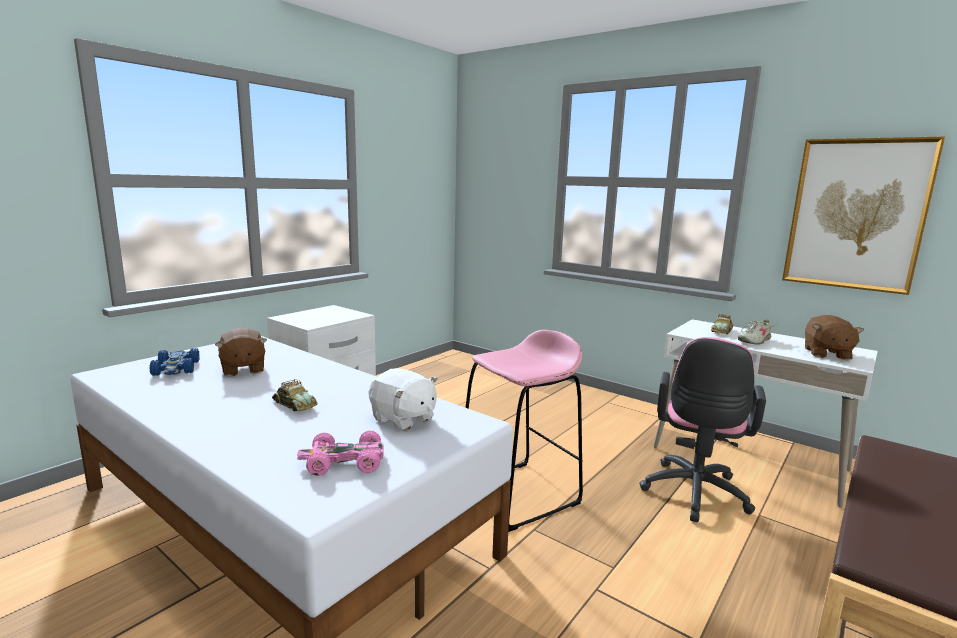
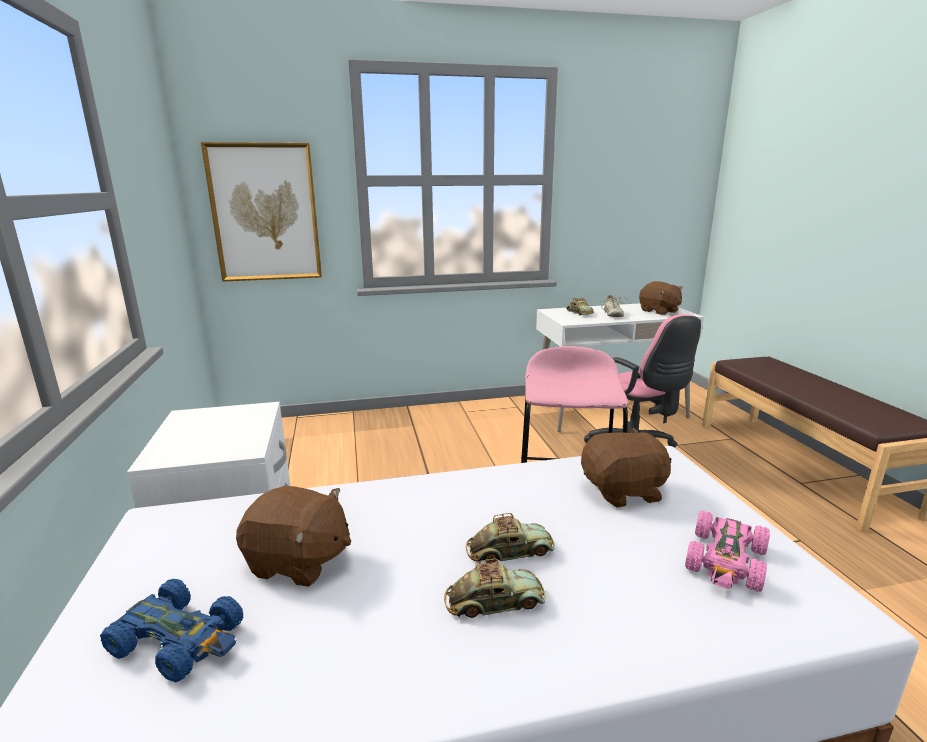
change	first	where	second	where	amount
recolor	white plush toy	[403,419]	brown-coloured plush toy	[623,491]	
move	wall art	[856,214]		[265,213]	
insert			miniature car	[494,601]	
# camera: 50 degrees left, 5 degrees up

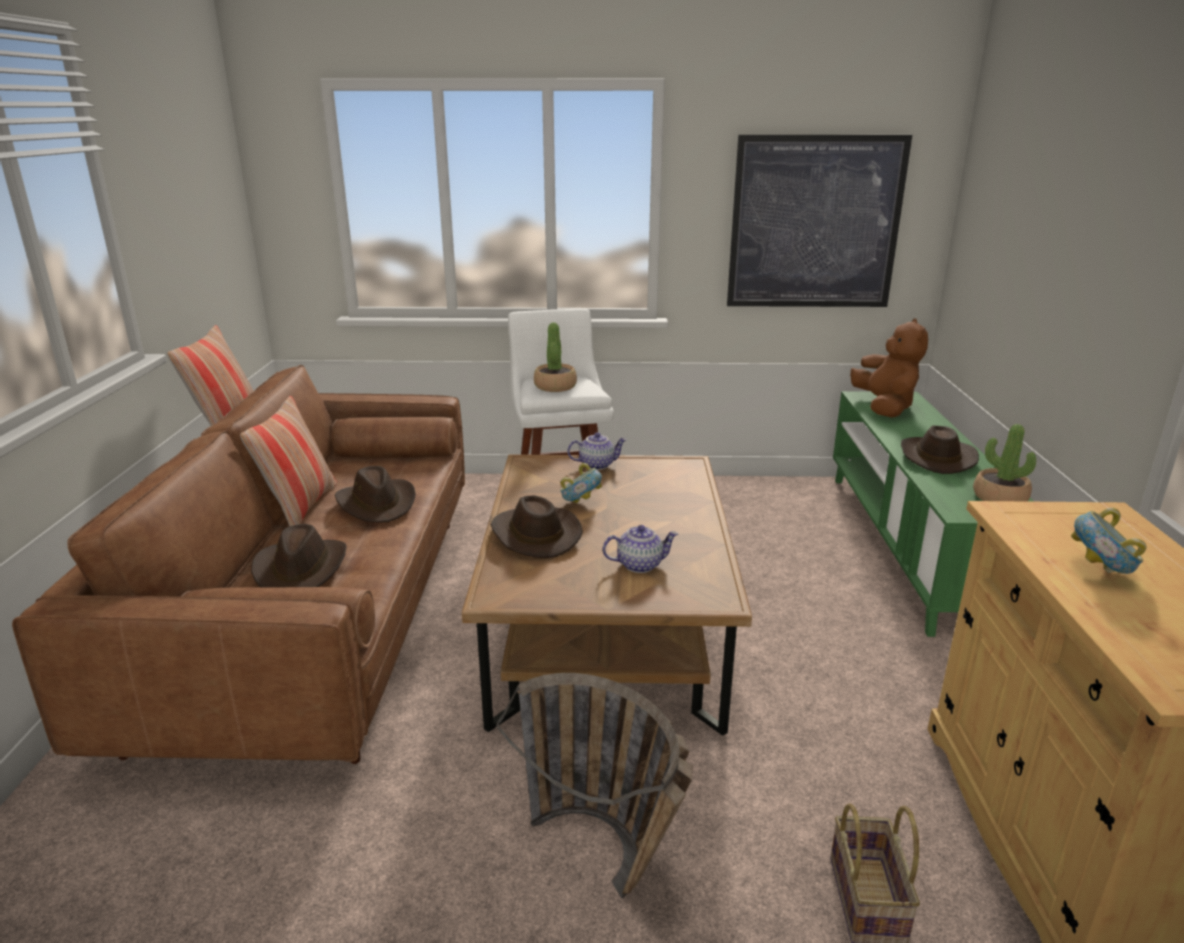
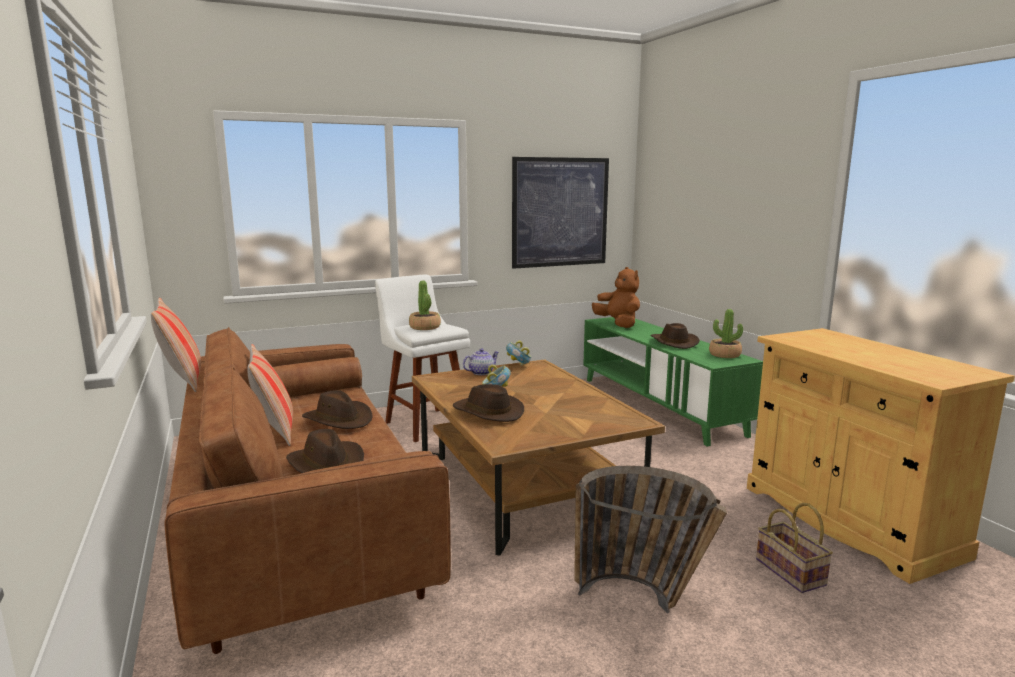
change	first	where	second	where	amount
delete	pot for tea	[640,564]			
move	bowl	[1100,571]		[518,365]	
# camera: 25 degrees left, 10 degrees down

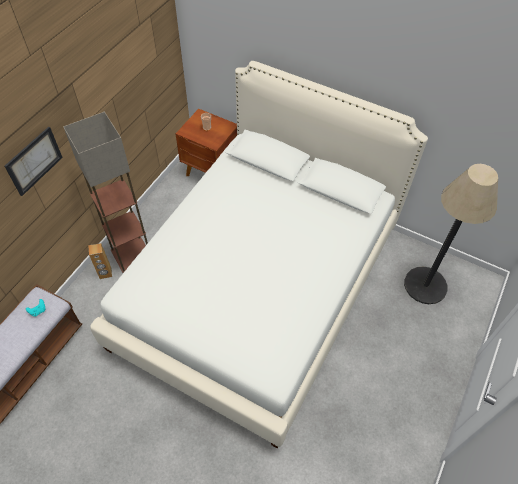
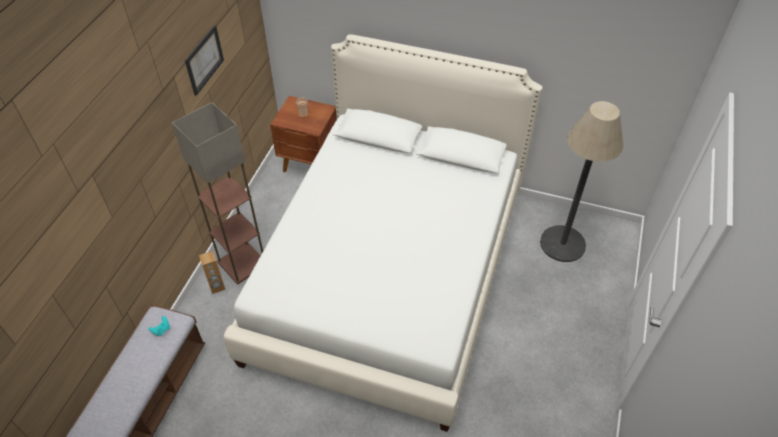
change	first	where	second	where	amount
move	wall art	[34,161]		[204,60]	
# camera: 10 degrees left, 5 degrees down

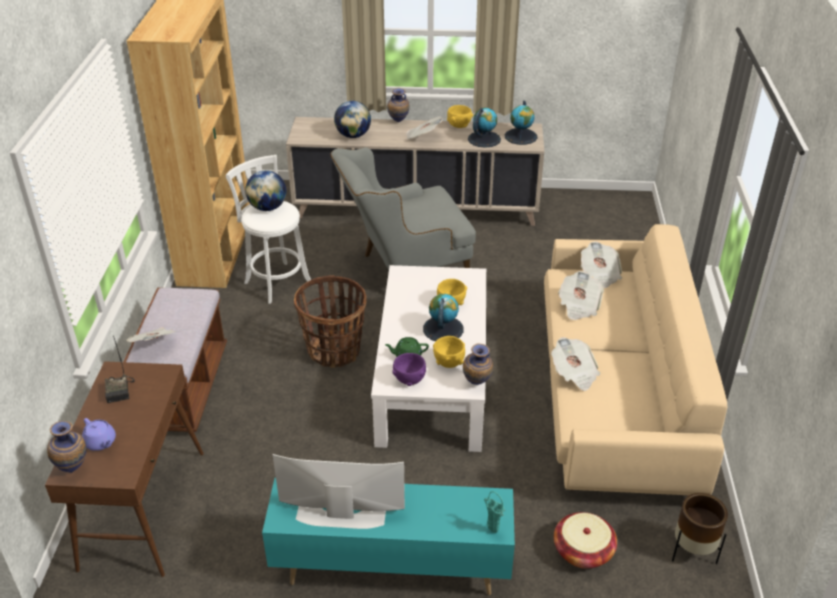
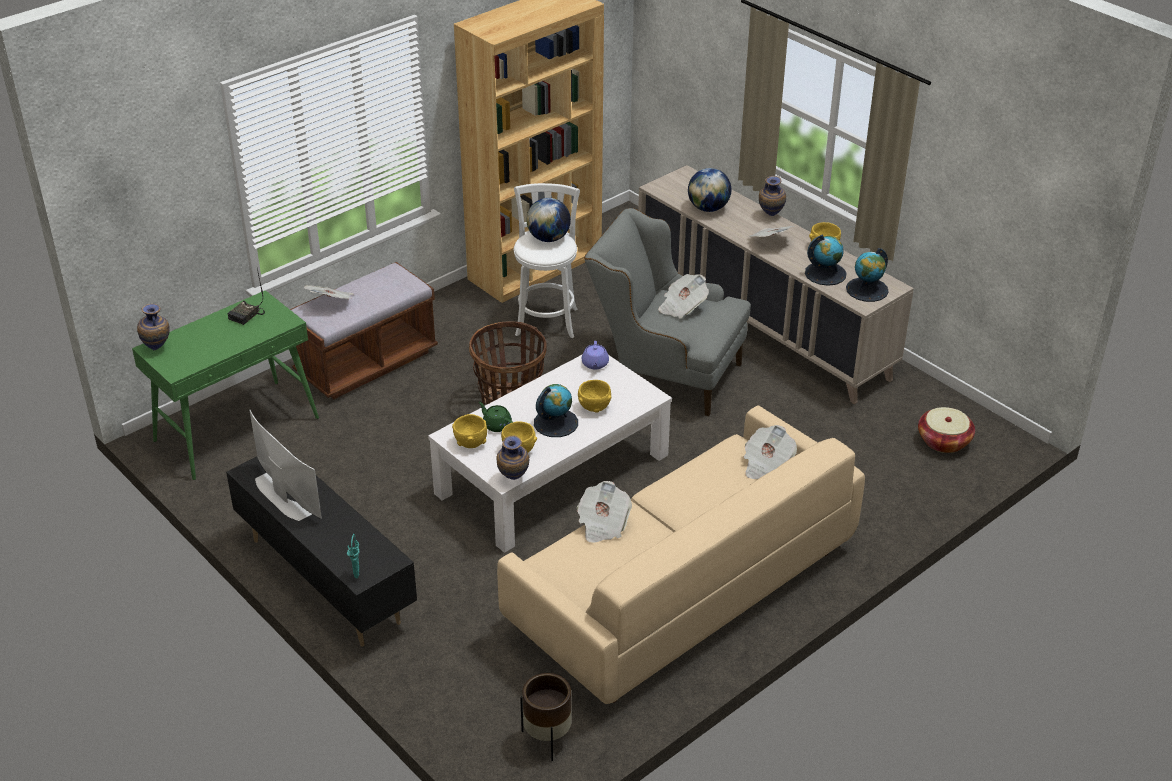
change	first	where	second	where	amount
recolor	brown-coloured hall table	[143,508]	green-coloured hall table	[237,429]	
move	purplish pot for tea	[100,442]		[595,364]	
recolor	turquoise-coloured tv stand	[391,568]	black tv stand	[326,580]	
recolor	purplish bowl	[409,379]	yellowish bowl	[470,443]	
move	storage basket	[583,551]		[943,441]	
move	daily paper	[579,306]		[682,307]	
# camera: 45 degrees right, 0 degrees up

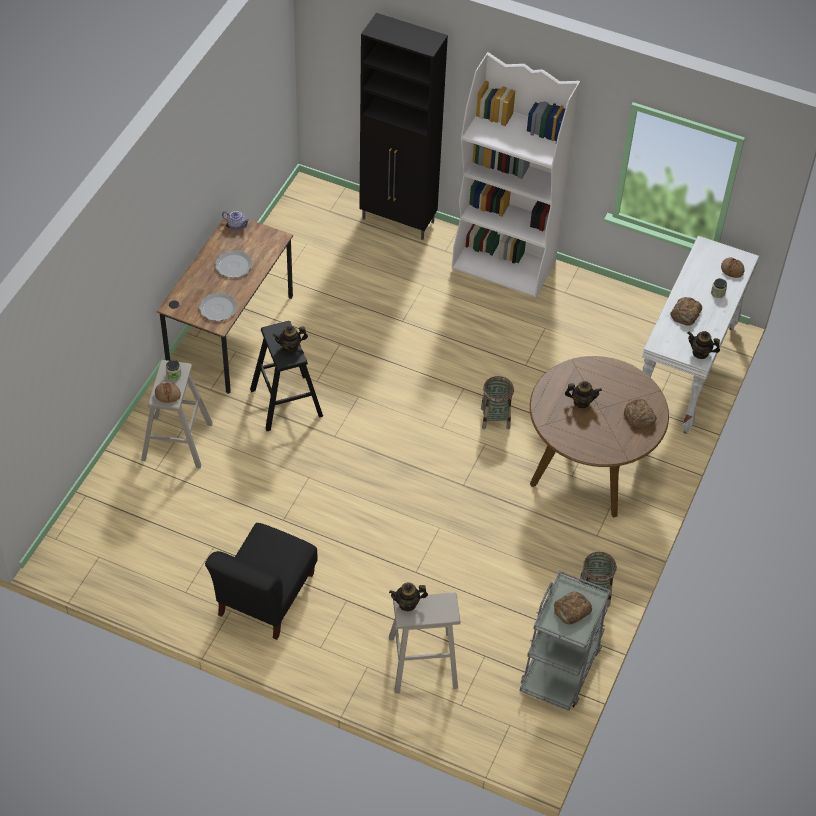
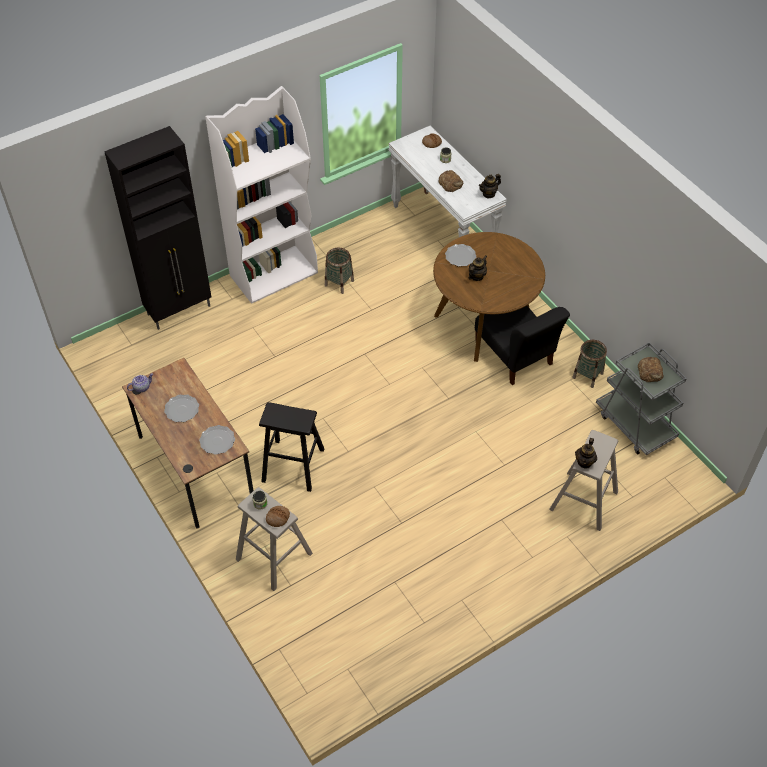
change	first	where	second	where	amount
move	black upright chair	[264,598]		[515,356]	
delete	pot for tea	[290,347]			
move	storage basket	[495,418]		[339,283]	
delete	baked bread	[639,416]			
insert			flat dish	[460,256]	
# camera: 55 degrees left, 0 degrees up

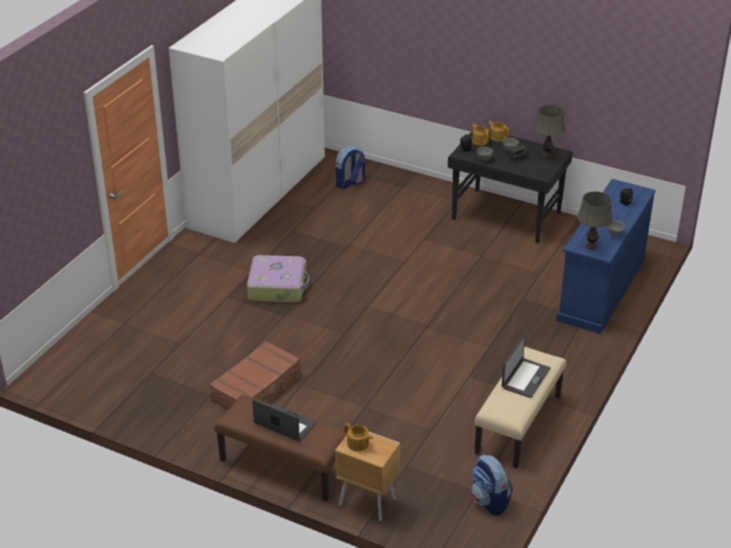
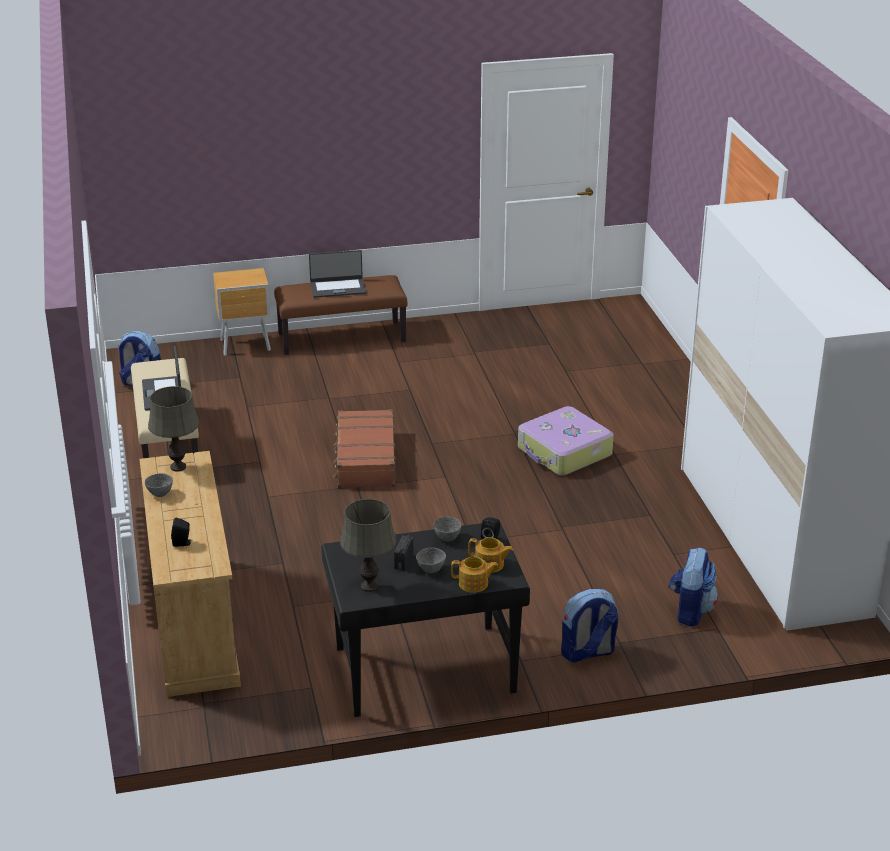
change	first	where	second	where	amount
move	brown-coloured piece of luggage	[257,388]		[365,460]	
delete	pot for tea	[358,444]			
recolor	blue dresser	[601,289]	sand-coloured dresser	[193,622]	
insert			backpack	[587,653]	
# camera: 140 degrees right, 5 degrees down

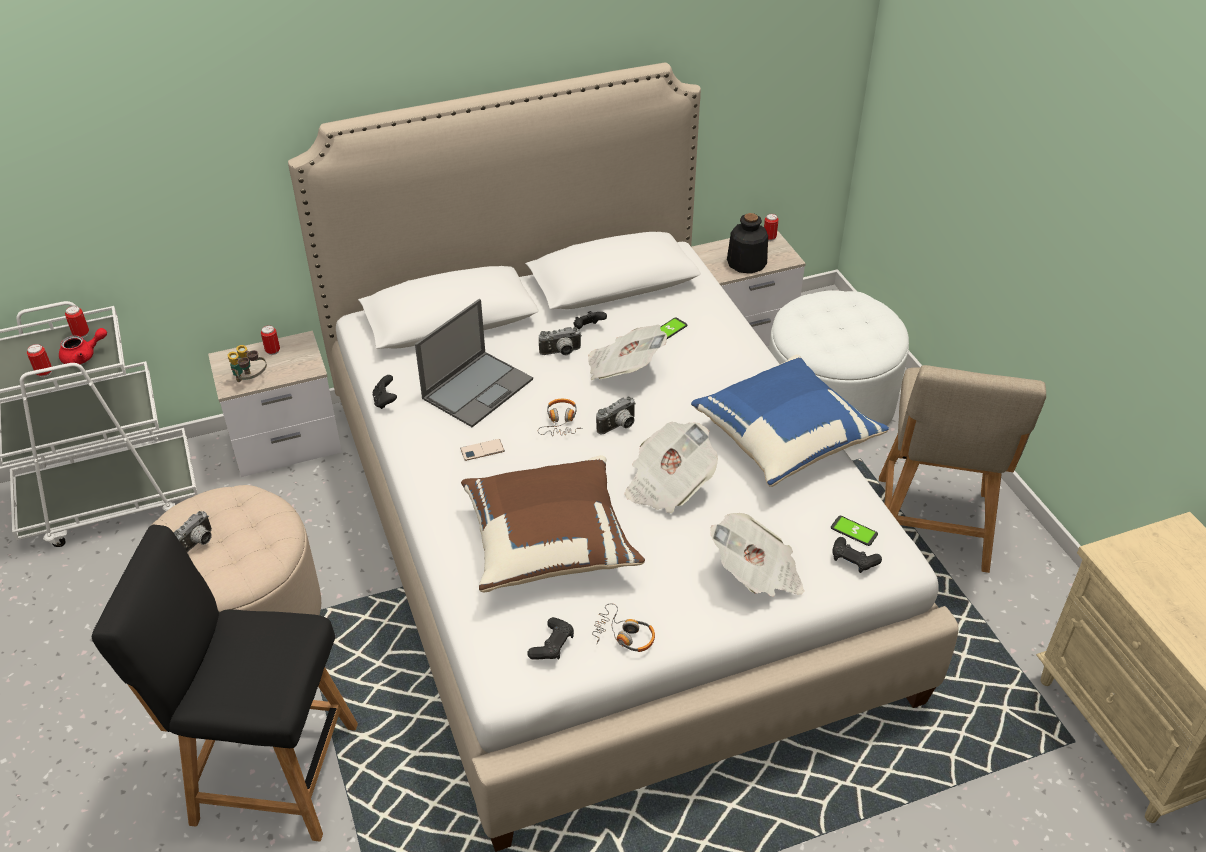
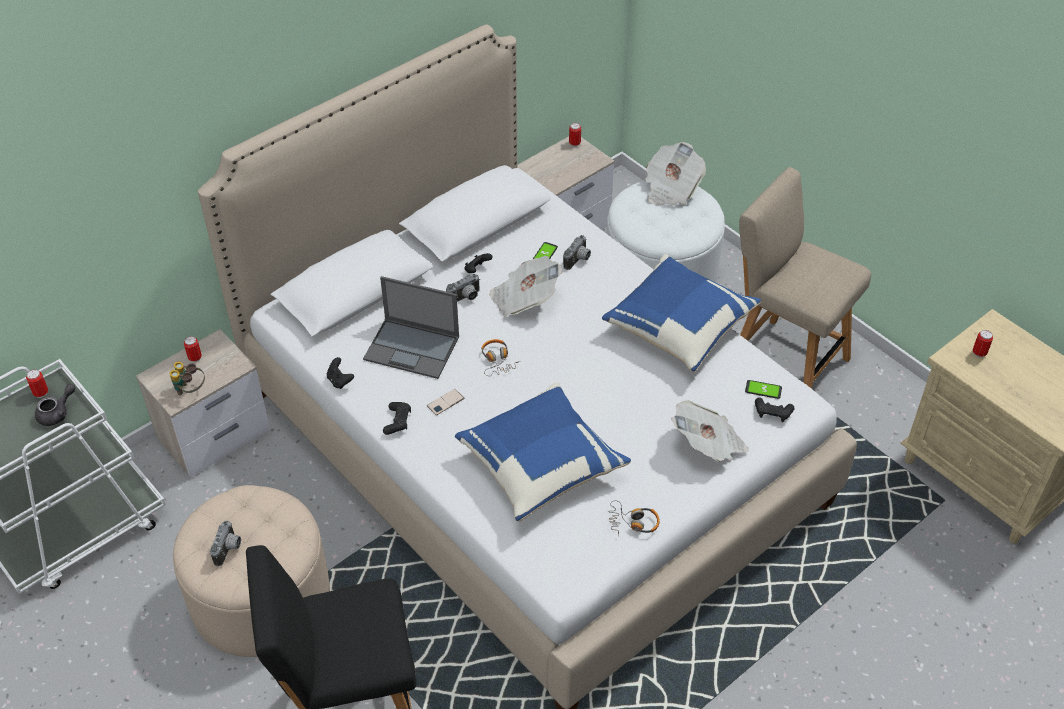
change	first	where	second	where	amount
move	metal can	[44,373]		[979,353]	
recolor	red-coloured pot for tea	[84,356]	greyish pot for tea	[57,413]	
rotate	notebook computer	[478,388]		[413,348]	90 degrees clockwise
recolor	brown-coloured pillow	[549,542]	blue pillow	[540,465]	
move	black game controller	[552,645]		[397,421]	
move	still camera	[619,427]		[578,260]	
move	daily paper	[668,484]		[671,188]	
delete	drink bottle	[746,263]			
rotate	sand-coloured upright chair	[931,529]		[782,362]	135 degrees clockwise
# camera: 20 degrees left, 5 degrees up

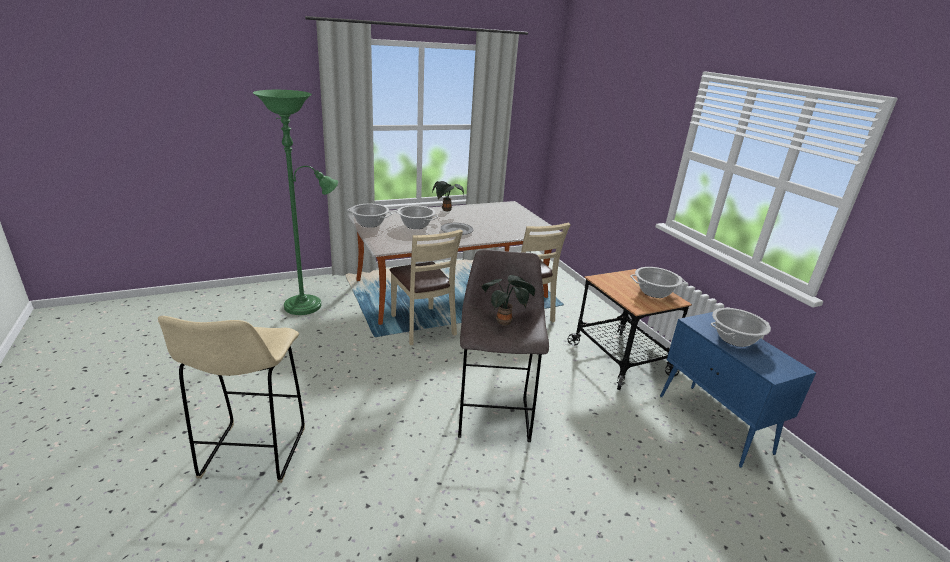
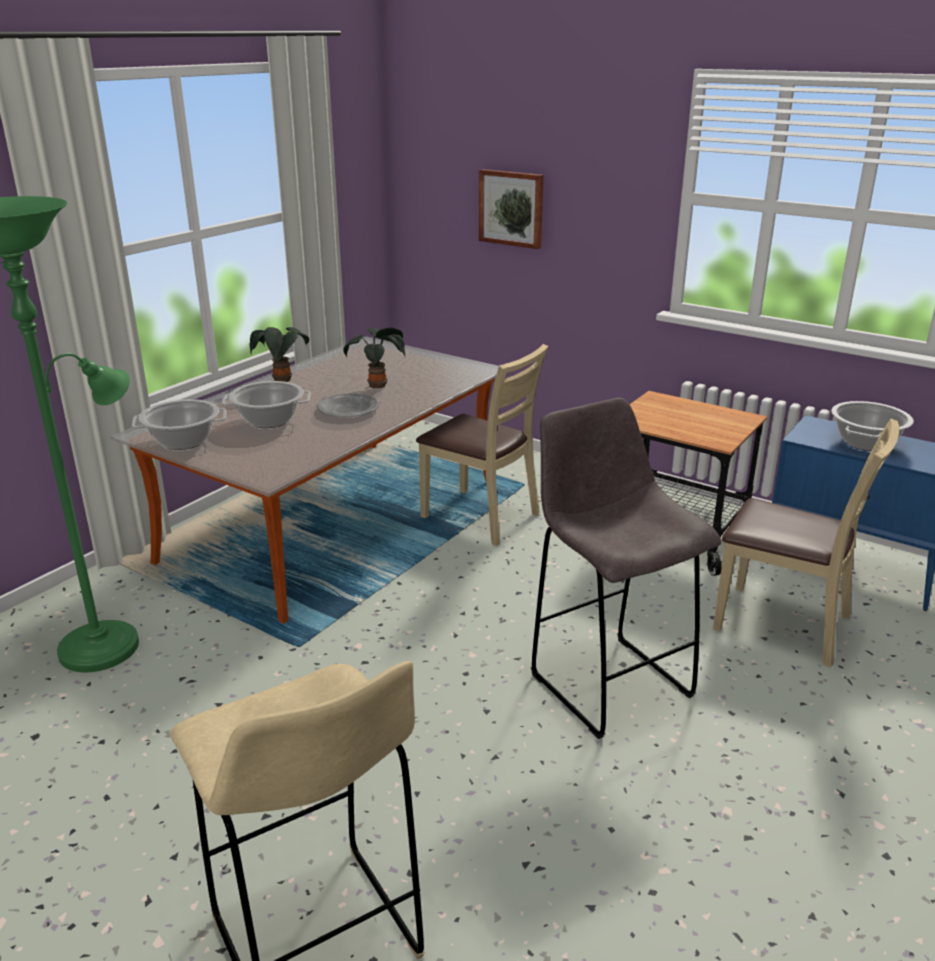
change	first	where	second	where	amount
move	sand-coloured upright chair	[422,326]		[783,624]	
move	plant in a pot	[505,322]		[379,385]	
delete	cooking pot	[654,292]			
insert			wall art	[511,208]	
# camera: 30 degrees left, 0 degrees up

